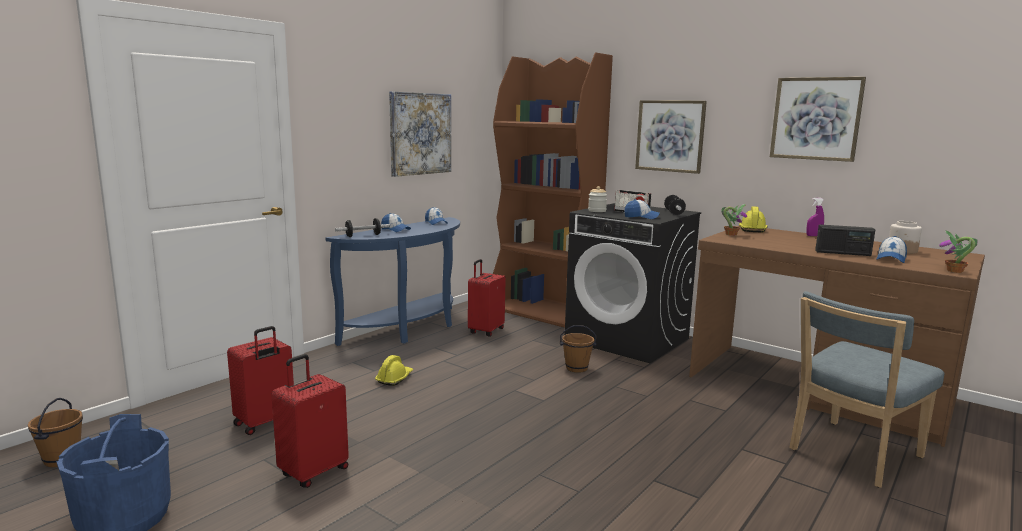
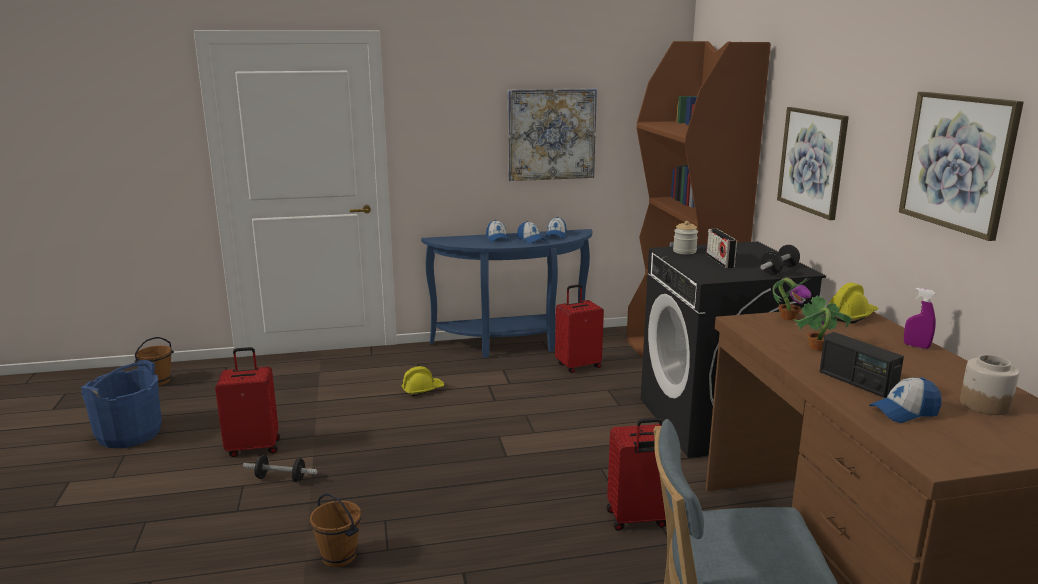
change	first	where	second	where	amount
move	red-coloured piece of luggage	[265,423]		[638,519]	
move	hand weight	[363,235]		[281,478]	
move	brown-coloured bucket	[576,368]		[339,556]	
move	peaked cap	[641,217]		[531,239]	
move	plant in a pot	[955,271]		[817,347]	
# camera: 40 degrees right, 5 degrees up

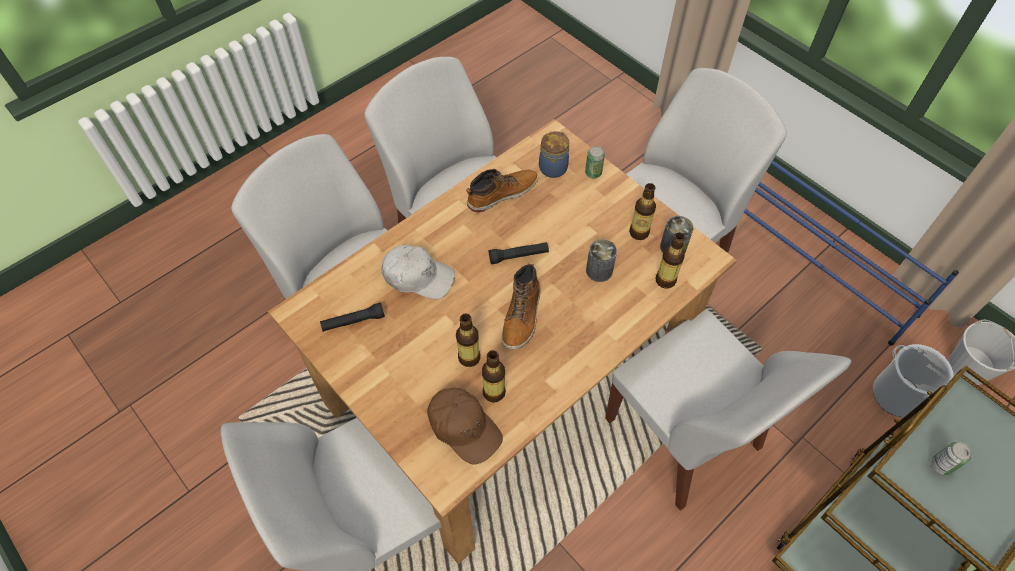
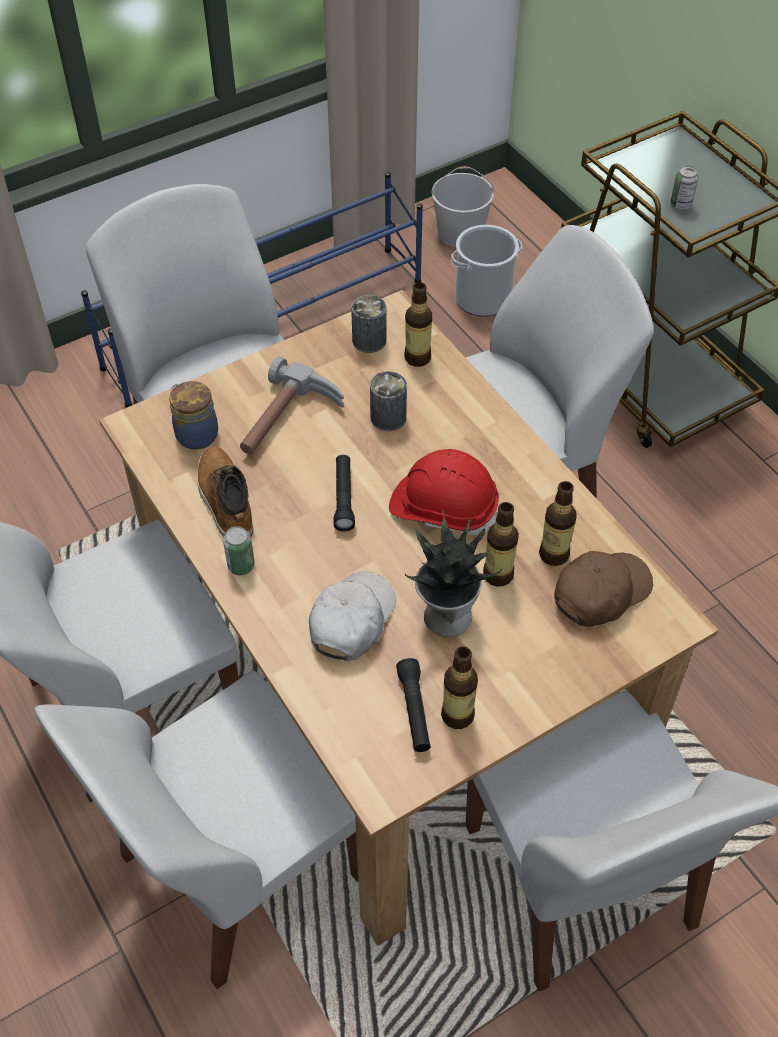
change	first	where	second	where	amount
replace	boot	[522,316]	red-coloured hard hat	[443,508]	
move	metal can	[593,173]		[241,566]	
move	drink bottle	[639,232]		[457,715]	
insert			hand hammer	[289,422]	
insert			plant in a pot	[446,615]	
# camera: 80 degrees left, 5 degrees down

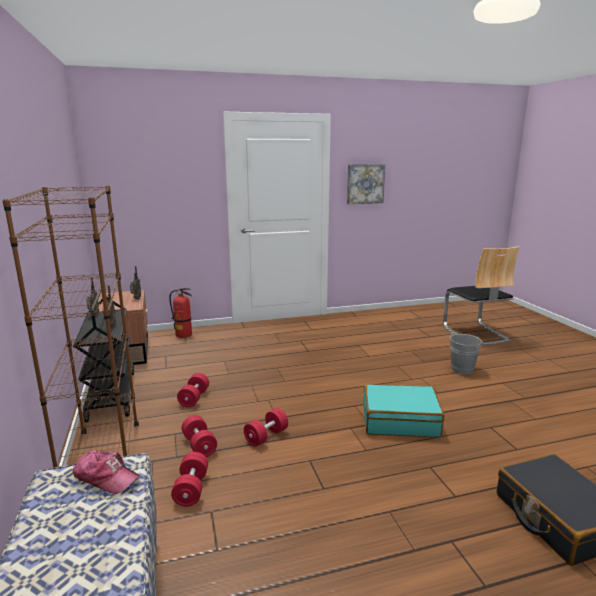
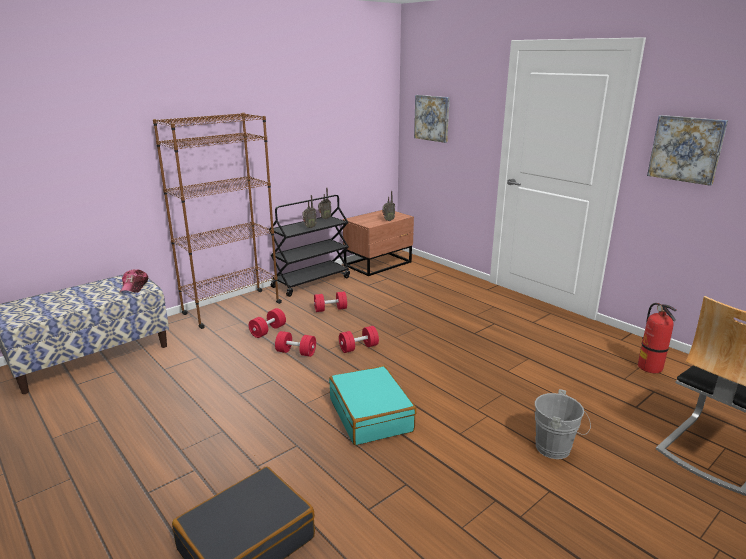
change	first	where	second	where	amount
move	fire-fighting cylinder	[184,335]		[650,367]	
move	red-coloured hand weight	[191,489]		[358,348]	
insert			wall art	[432,118]	
# camera: 65 degrees right, 5 degrees up

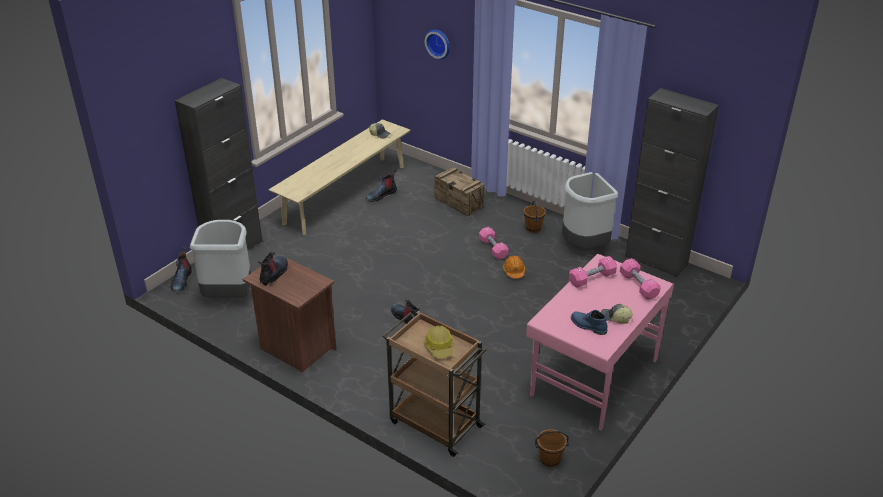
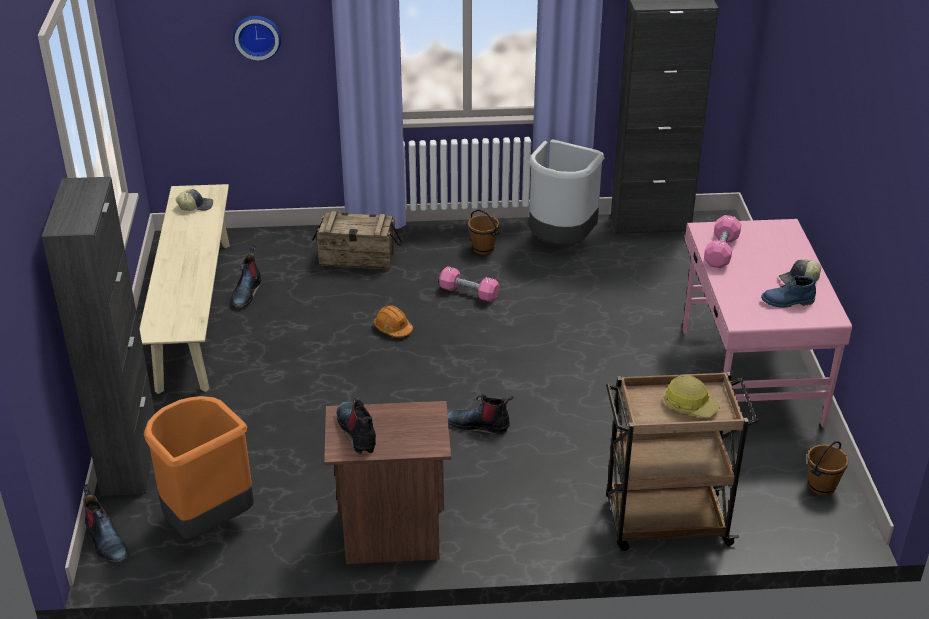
change	first	where	second	where	amount
recolor	greyish waste bin	[229,295]	orange-coloured waste bin	[207,522]	
move	orange-coloured hard hat	[514,271]		[393,328]	
delete	pink hand weight	[638,286]			
# camera: 40 degrees left, 0 degrees up

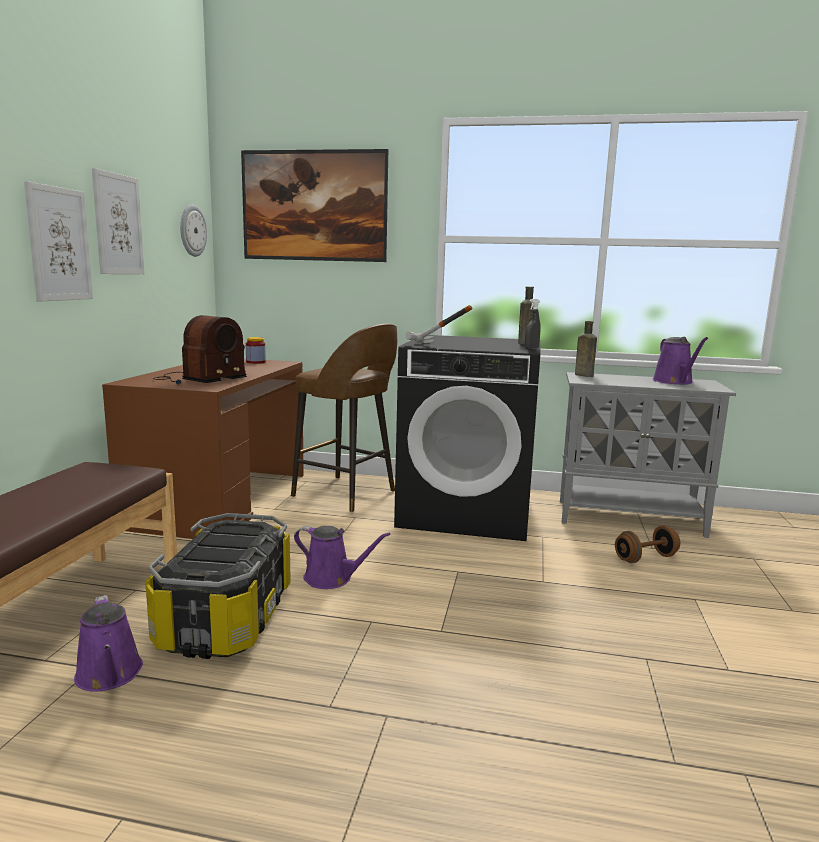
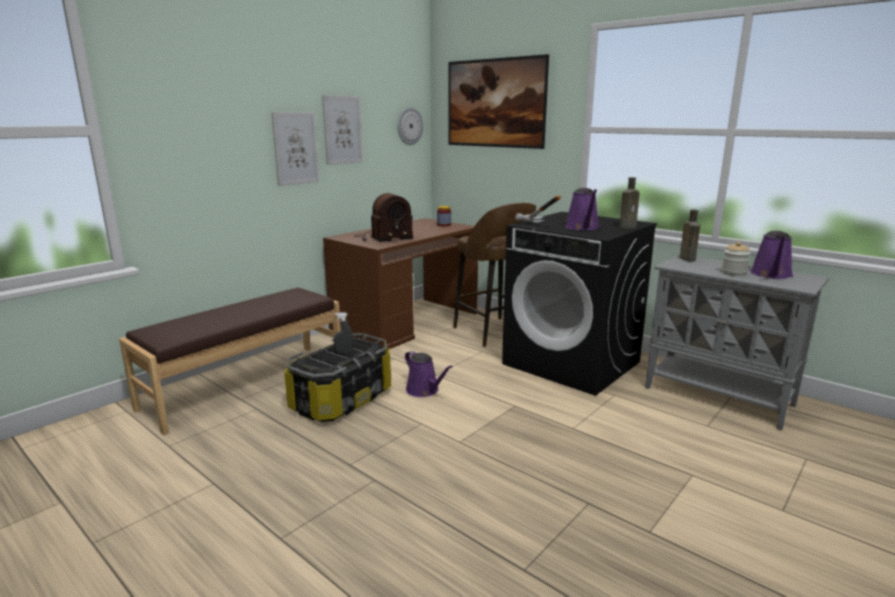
change	first	where	second	where	amount
move	purplish watering can	[110,676]		[583,227]	
move	greyish sprayer	[531,349]		[344,352]	
delete	brown-coloured hand weight	[645,558]			
insert			jar	[733,273]	
# camera: 30 degrees right, 5 degrees up

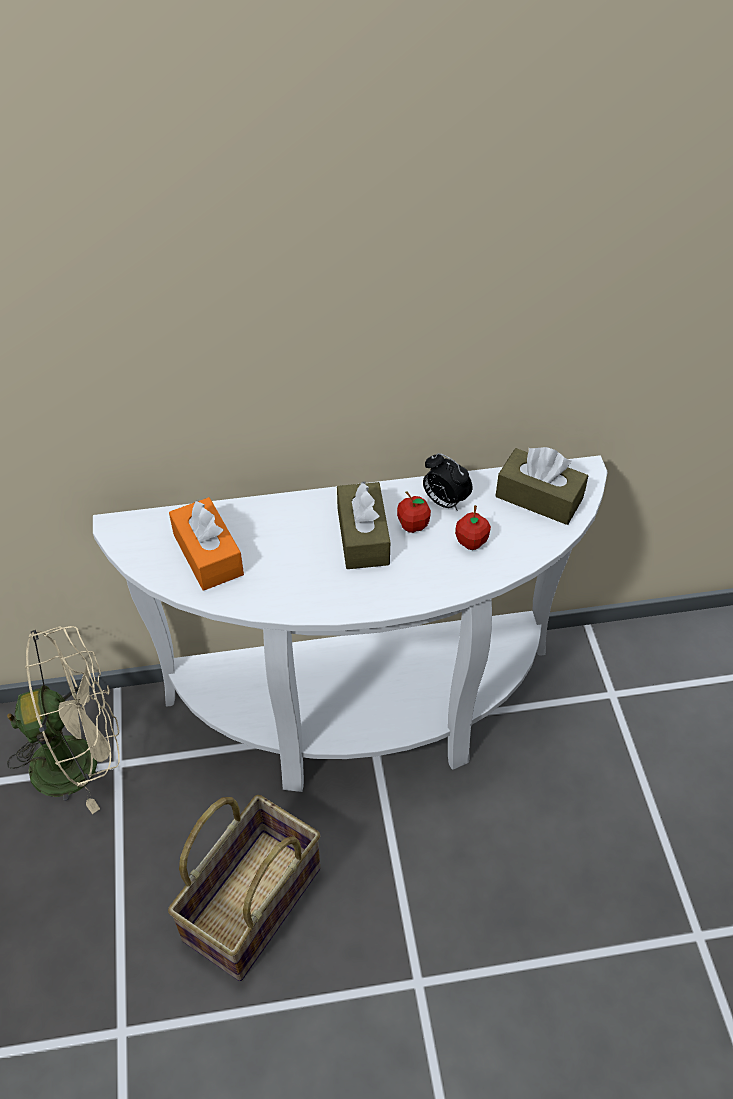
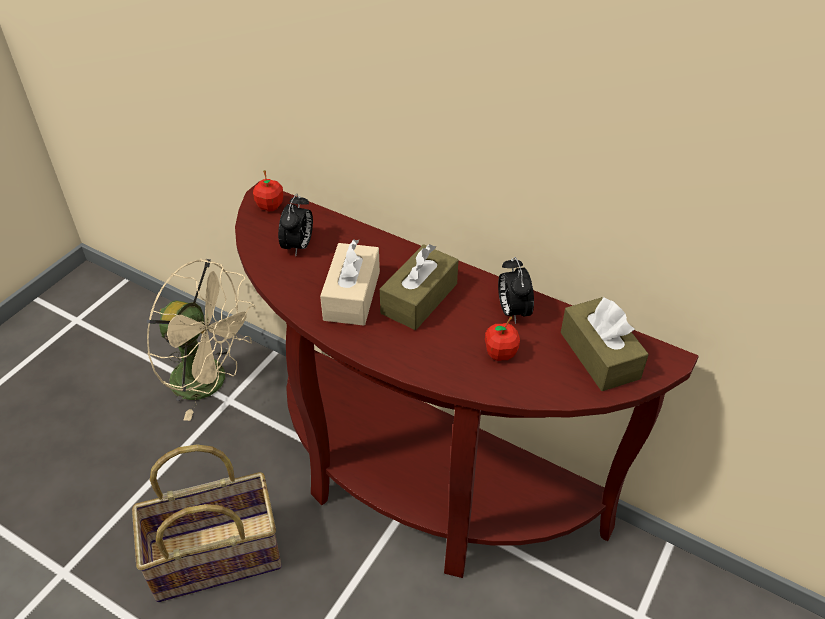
change	first	where	second	where	amount
recolor	white hall table	[364,715]	brown-coloured hall table	[417,484]	
replace	orange-coloured box of tissues	[208,554]	table clock	[298,246]	
move	whole apple	[413,525]		[270,206]	
insert			sand-coloured box of tissues	[352,295]	
# camera: 40 degrees right, 5 degrees down

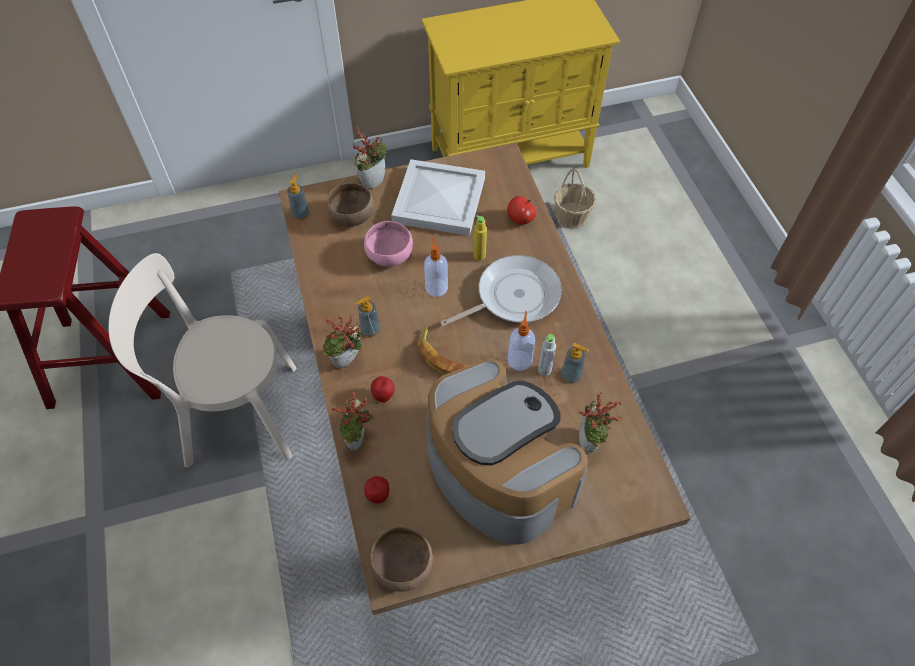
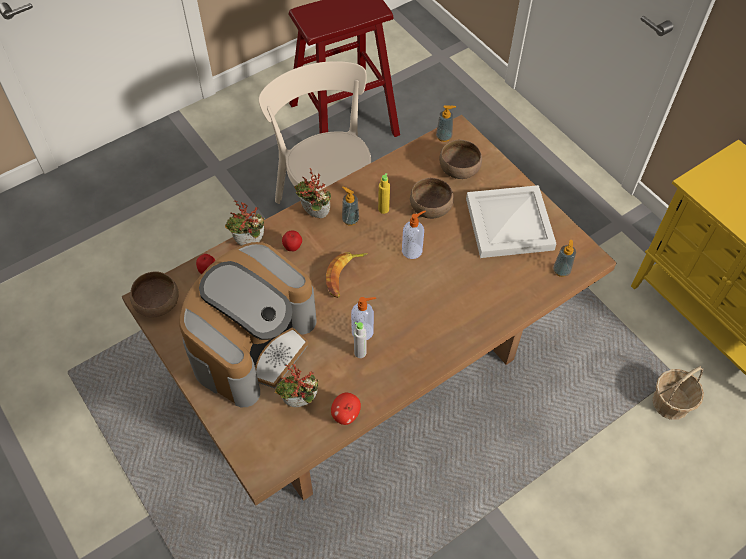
change	first	where	second	where	amount
delete	plant in a pot	[373,181]			
recolor	pink bowl	[388,255]	brown-coloured bowl	[430,207]	
delete	skillet	[513,296]			
move	yellowish drink bottle	[479,255]		[383,209]	
move	whole apple	[520,219]		[345,414]	
move	soap dispenser	[571,375]		[561,271]	
# camera: 70 degrees right, 0 degrees up

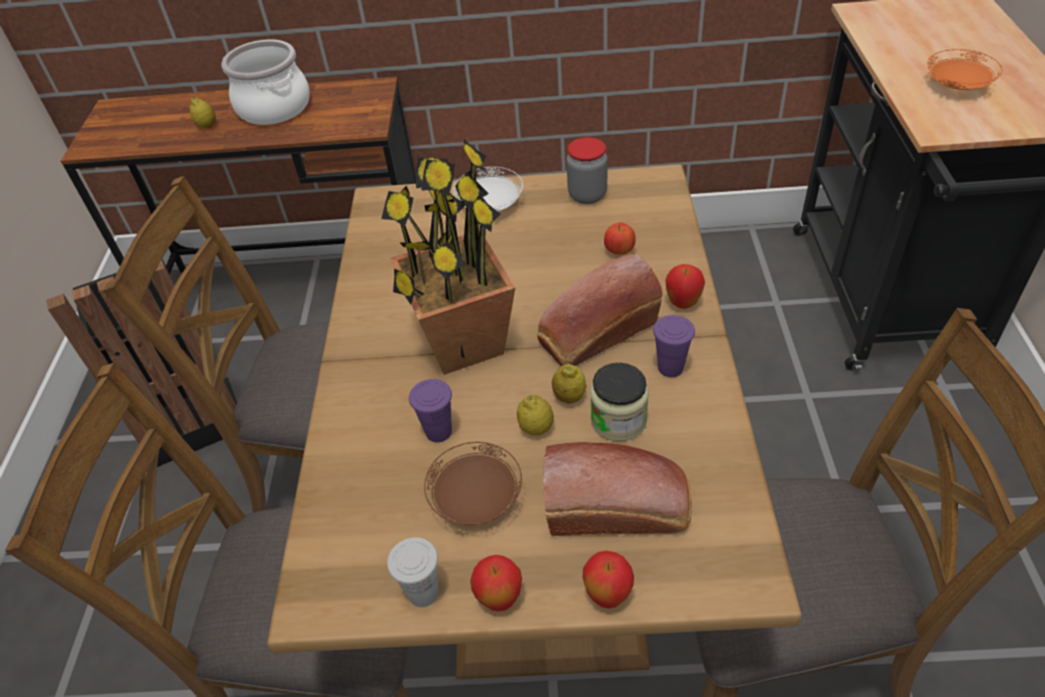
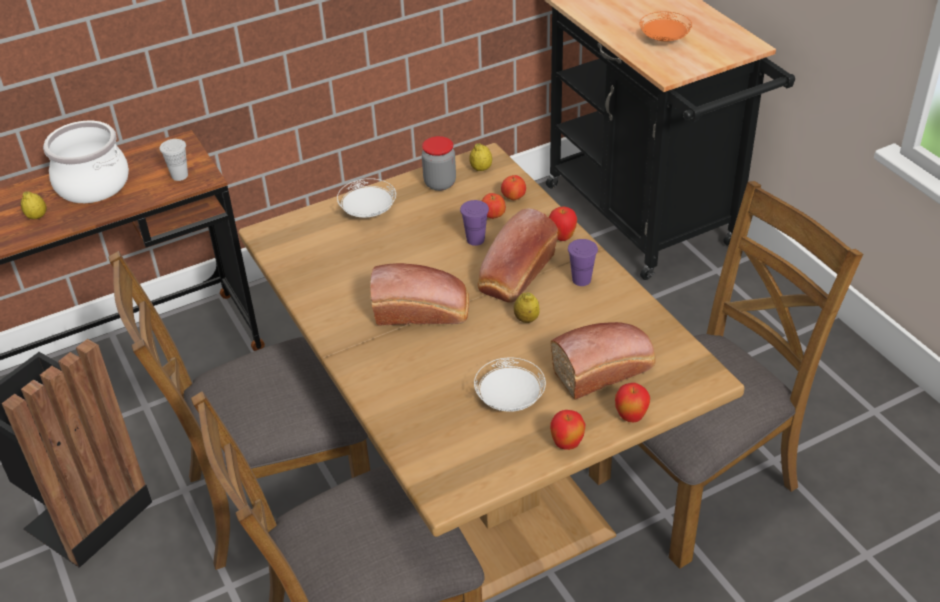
change	first	where	second	where	amount
replace	plant in a pot	[462,343]	baked bread	[423,311]	
move	white small cup	[423,593]		[179,176]	
move	purplish small cup	[438,432]		[475,240]	
recolor	brown-coloured flat dish	[477,499]	white flat dish	[510,399]	
move	whole lemon	[536,428]		[481,169]	
delete	jar	[618,420]			
insert			whole apple	[513,198]	
# camera: 30 degrees left, 5 degrees down

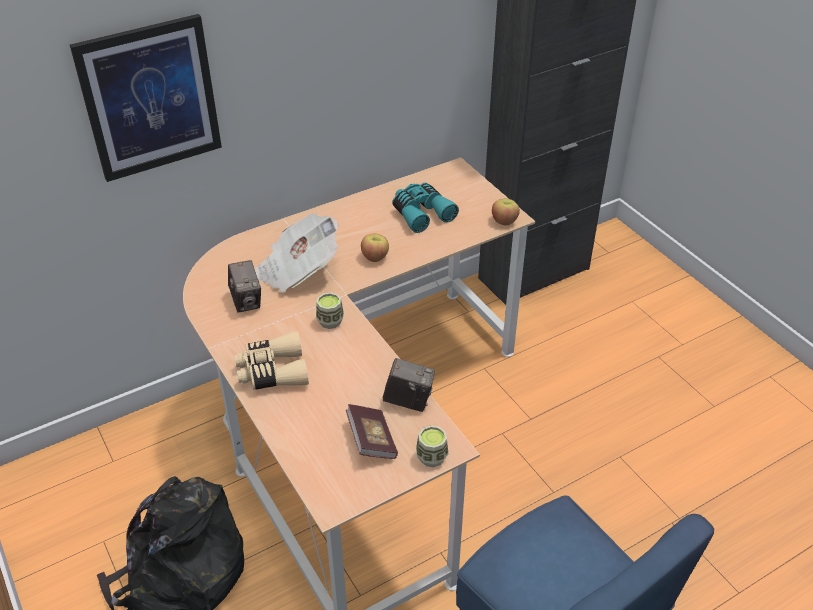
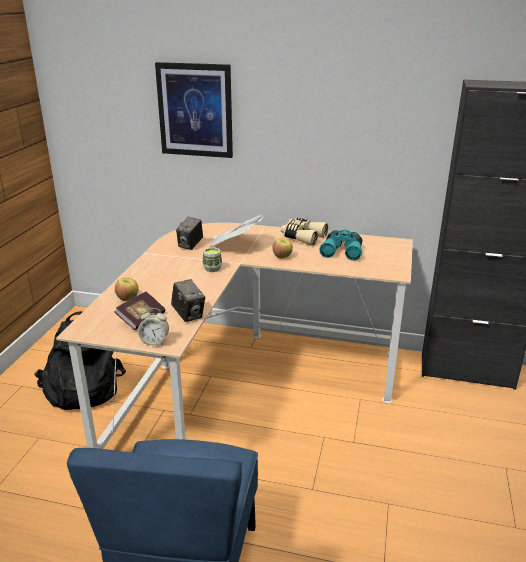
change	first	where	second	where	amount
move	sand-coloured binoculars	[272,371]		[302,237]	
replace	small cup	[432,457]	table clock	[154,342]	
move	whole apple	[504,221]		[127,298]	
# camera: 45 degrees right, 15 degrees down

